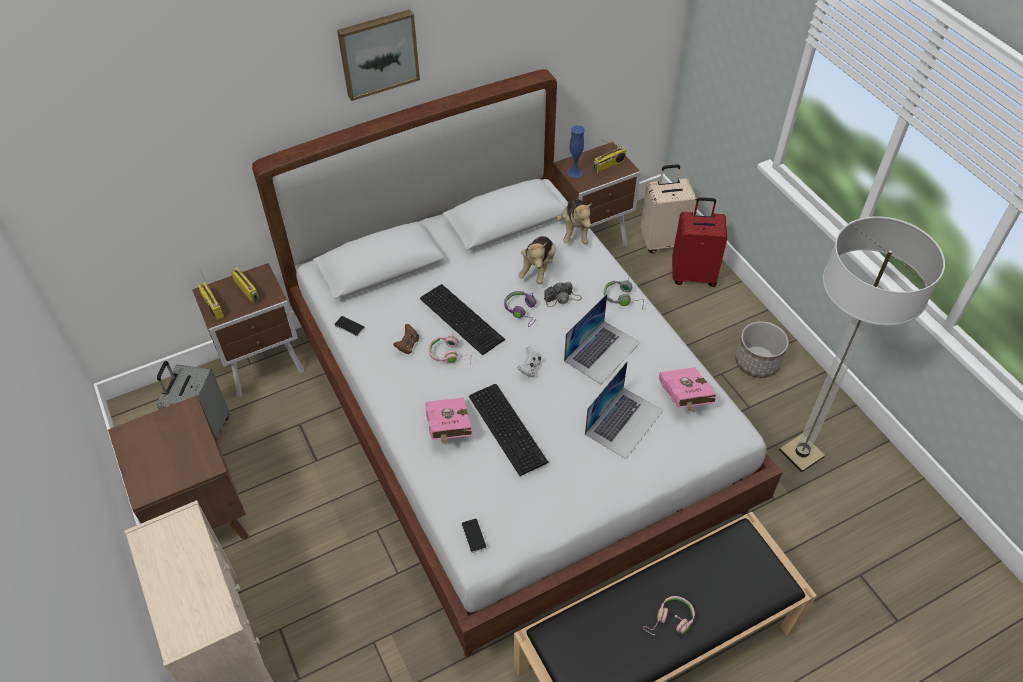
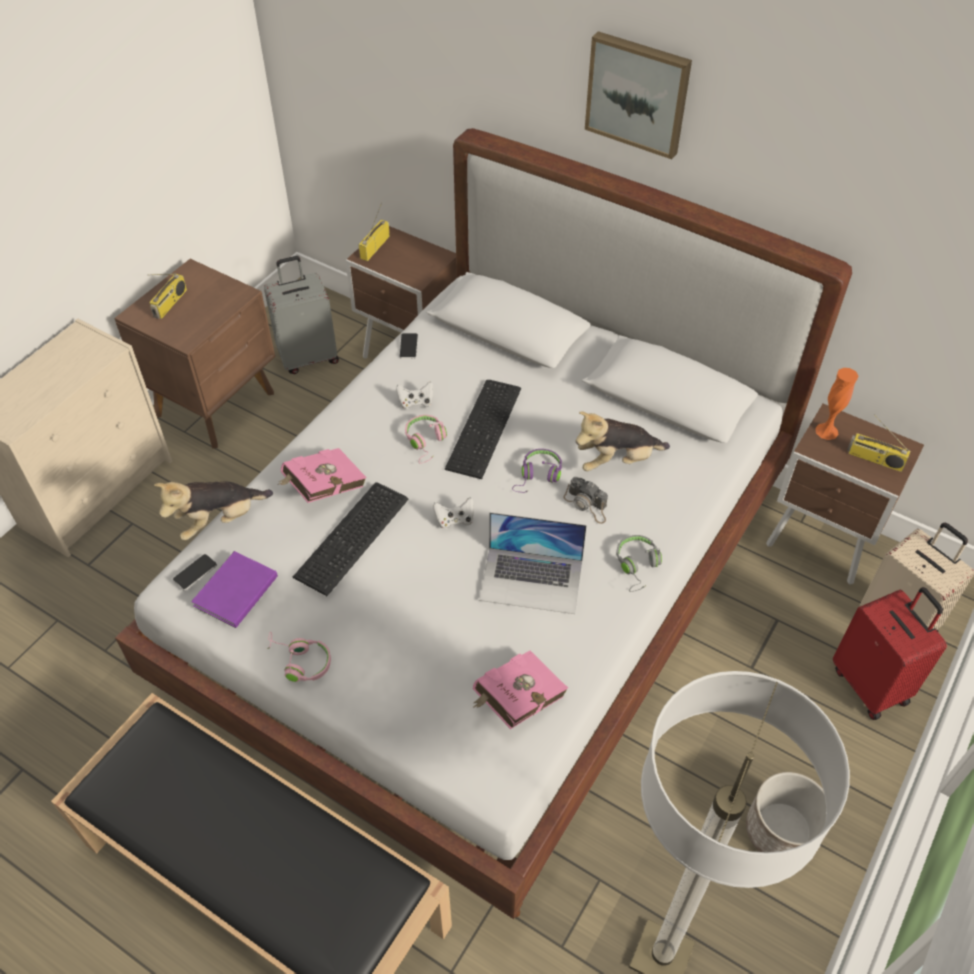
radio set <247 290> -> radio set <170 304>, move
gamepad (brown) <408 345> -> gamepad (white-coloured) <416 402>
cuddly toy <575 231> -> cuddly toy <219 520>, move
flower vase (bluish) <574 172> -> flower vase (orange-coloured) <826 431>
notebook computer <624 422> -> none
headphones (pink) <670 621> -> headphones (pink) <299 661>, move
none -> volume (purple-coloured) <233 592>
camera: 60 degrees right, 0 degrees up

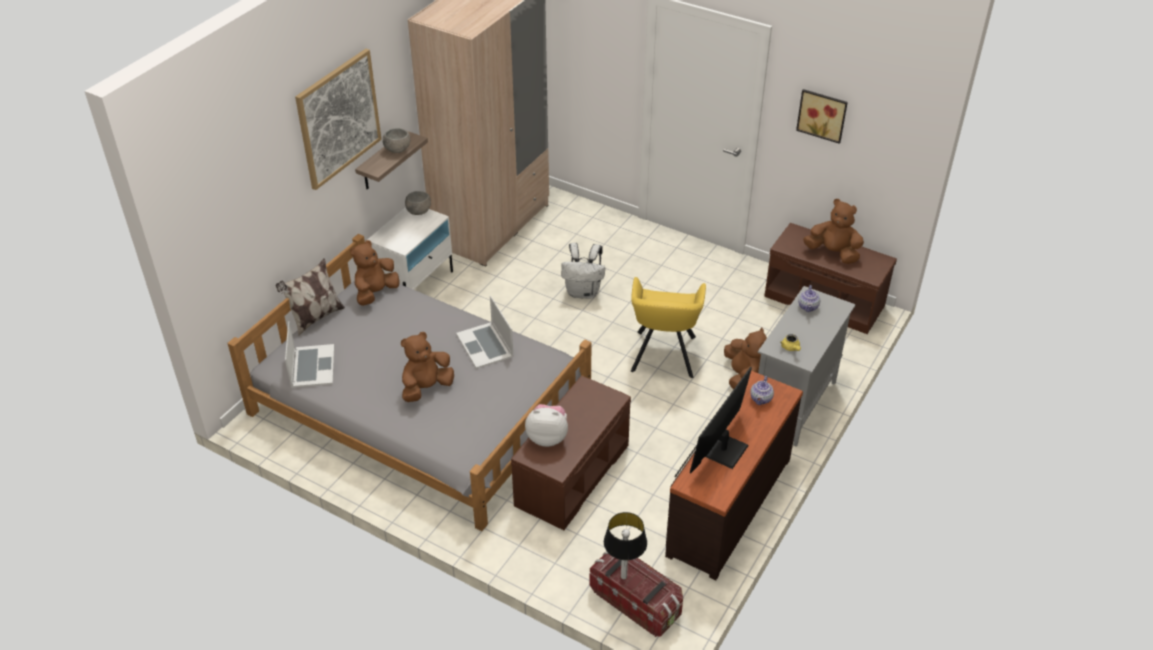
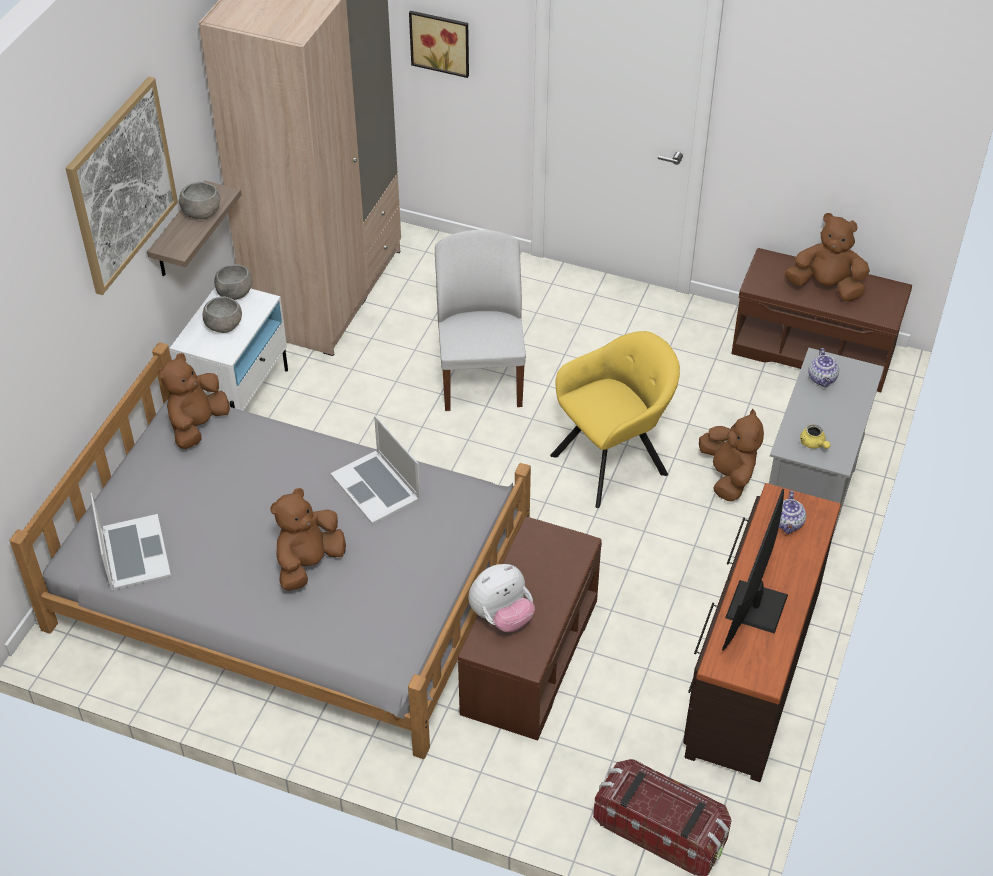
pillow <315 318> -> none
cuddly toy <547 437> -> cuddly toy <501 617>, 150 degrees clockwise
backpack (white-coloured) <583 292> -> plain chair (white-coloured) <481 378>
tabletop lamp <624 576> -> none
easy chair (yellow-coloured) <663 356> -> easy chair (yellow-coloured) <614 462>, 120 degrees counterclockwise
wall picture <822 114> -> wall picture <441 42>, move
none -> serving bowl (grey) <223 326>
camera: 10 degrees left, 5 degrees up

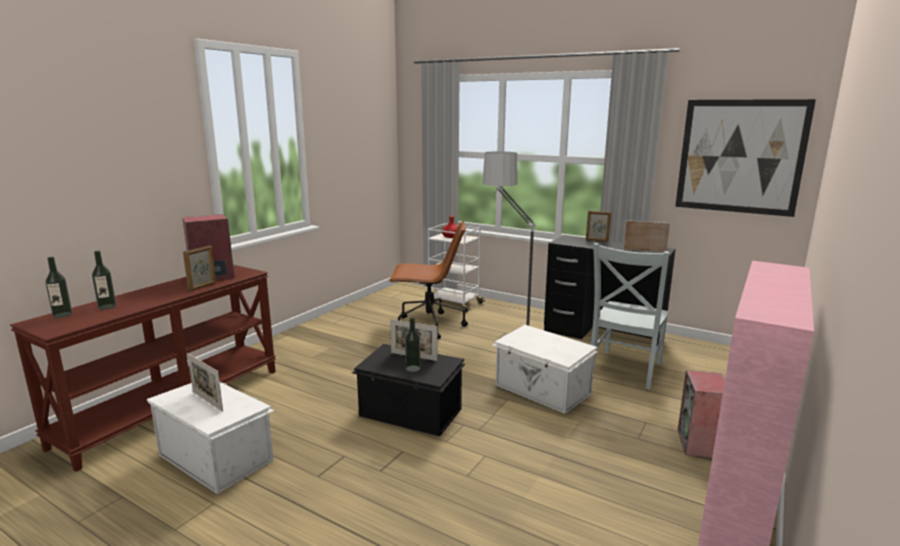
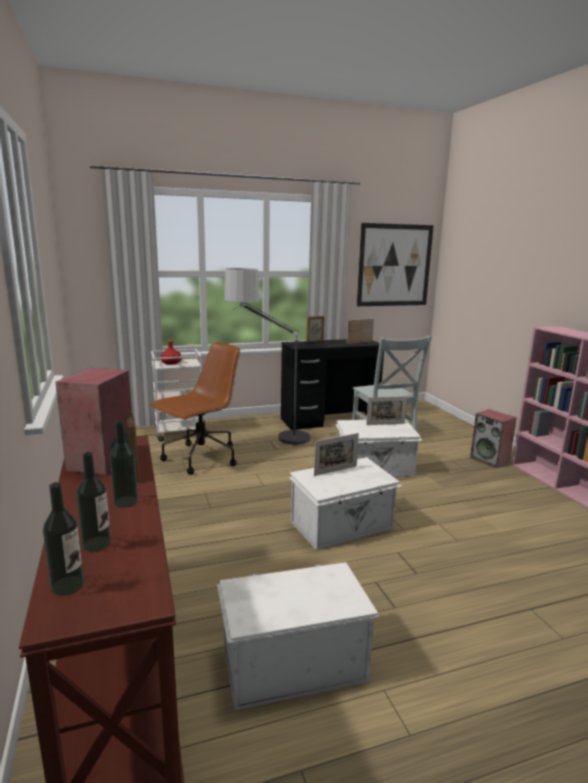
picture frame <207 401> -> picture frame <385 424>, move
storage container (black) <410 413> -> storage container (white-coloured) <343 526>
beverage bottle <413 368> -> beverage bottle <126 501>, move
camera: 50 degrees left, 0 degrees up

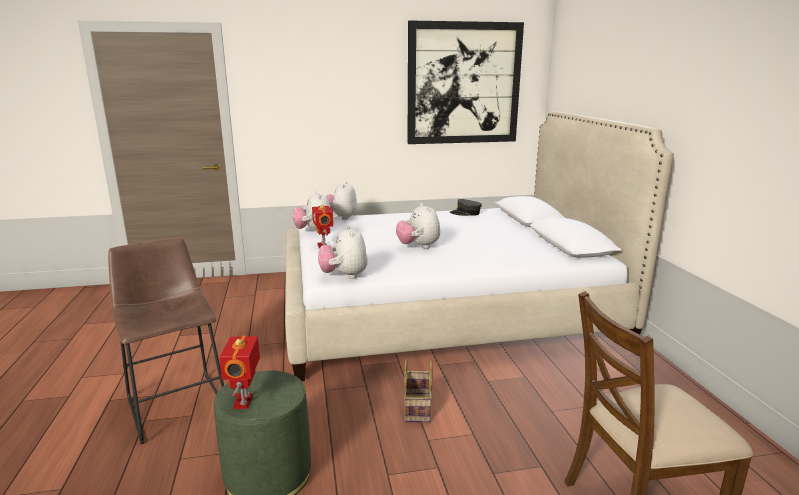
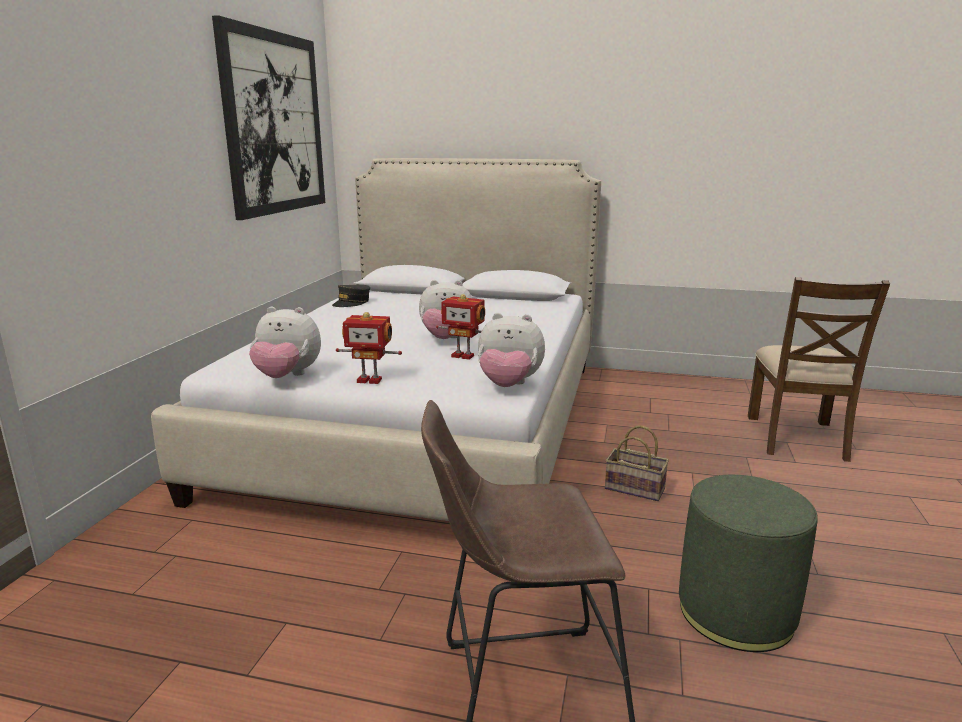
robot figure <245 402> -> robot figure <463 356>, move
cuddly toy <340 218> -> none
camera: 65 degrees left, 0 degrees up

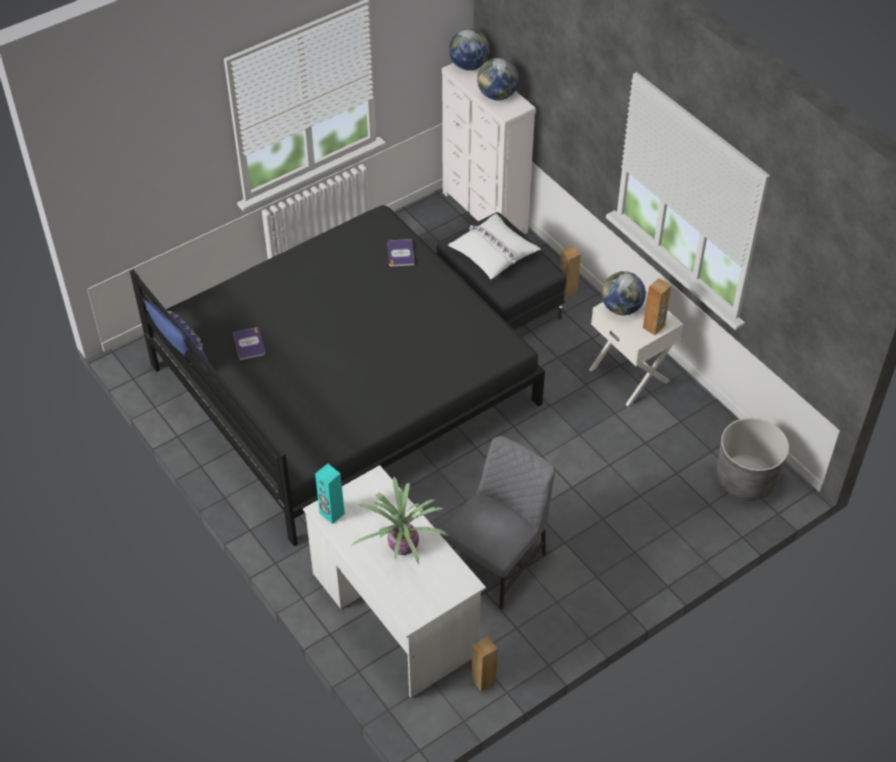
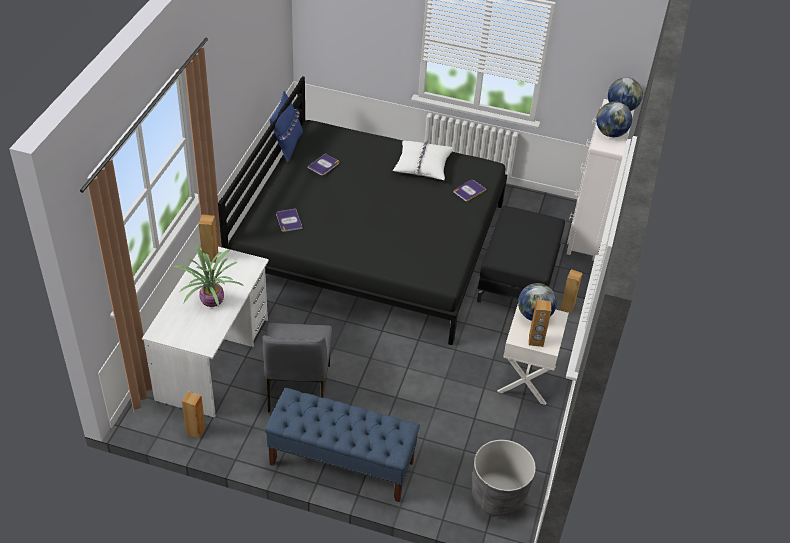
audio speaker (turquoise) <331 514> -> audio speaker (brown) <210 257>
plain chair (grey) <497 561> -> plain chair (grey) <297 389>, 90 degrees clockwise
pillow (white-coloured) <493 252> -> pillow (white-coloured) <422 165>, move
none -> long seat (bluish) <341 463>
none -> volume <289 220>
camera: 50 degrees right, 5 degrees down

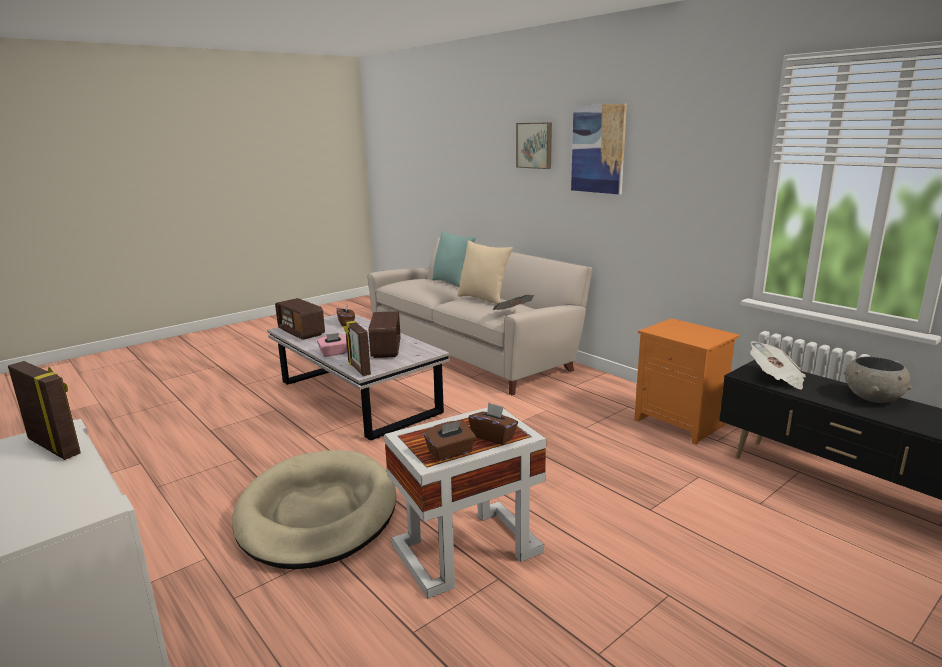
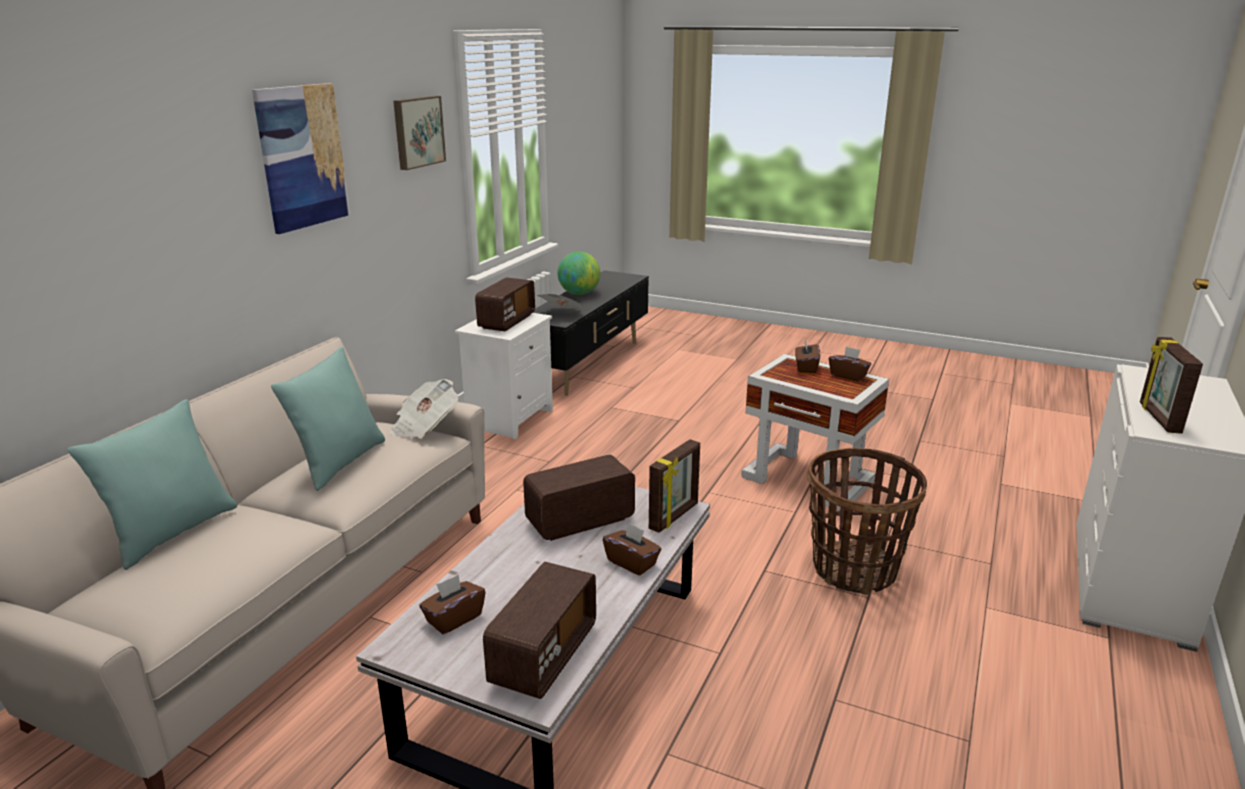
pet bed (sand-coloured) <317 513> -> basket <854 569>
tissue holder (pink) <334 353> -> tissue holder (brown) <632 562>
pillow (sand-coloured) <483 299> -> pillow (turquoise) <339 462>
wall picture <535 145> -> wall picture <417 132>, move
nightstand (orange-coloured) <681 423> -> nightstand (white-coloured) <509 418>
serving bowl (grey) <872 398> -> globe <579 293>
none -> radio set <507 321>
camera: 115 degrees left, 5 degrees up

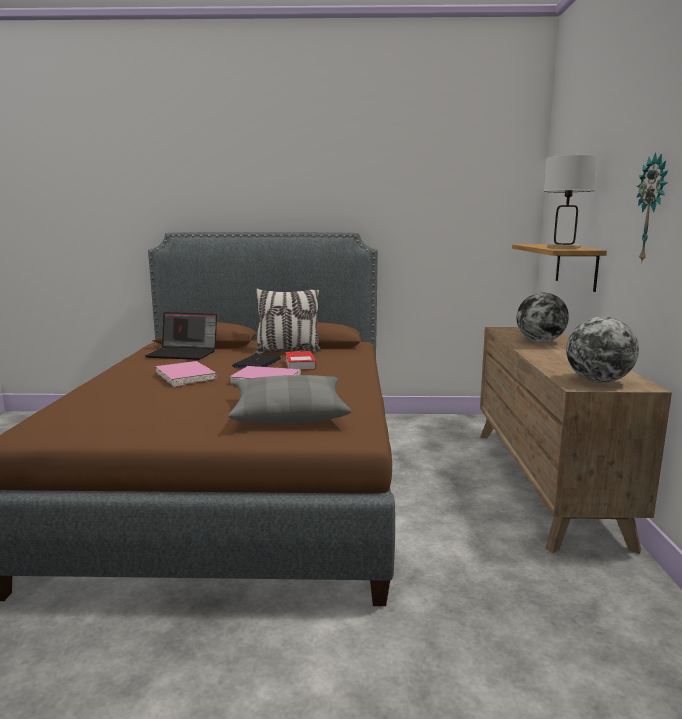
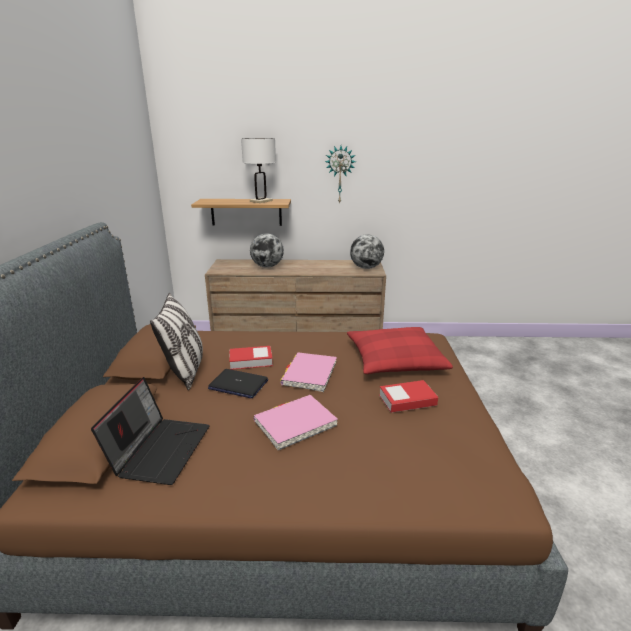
pillow (grey) <289 412> -> pillow (red) <395 360>
none -> volume <407 400>
camera: 90 degrees left, 10 degrees up

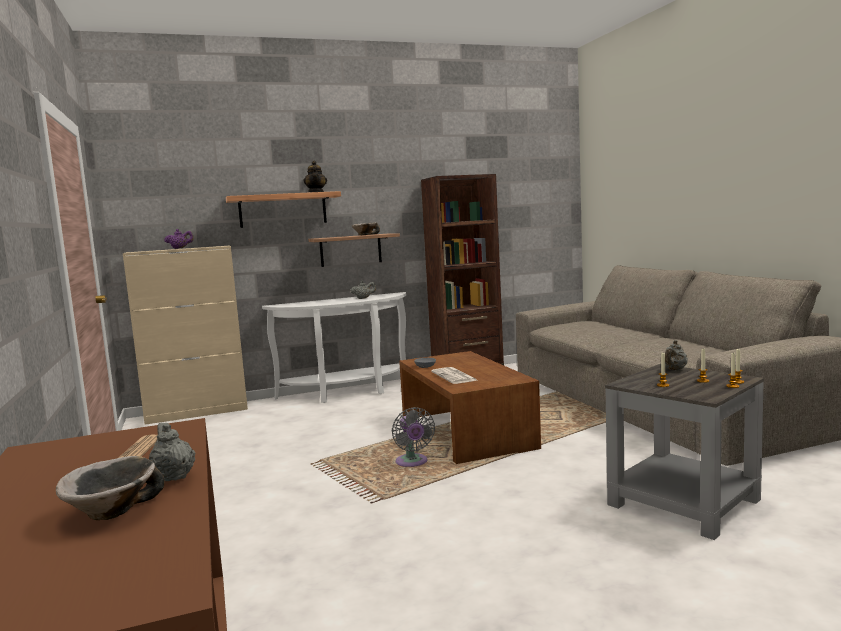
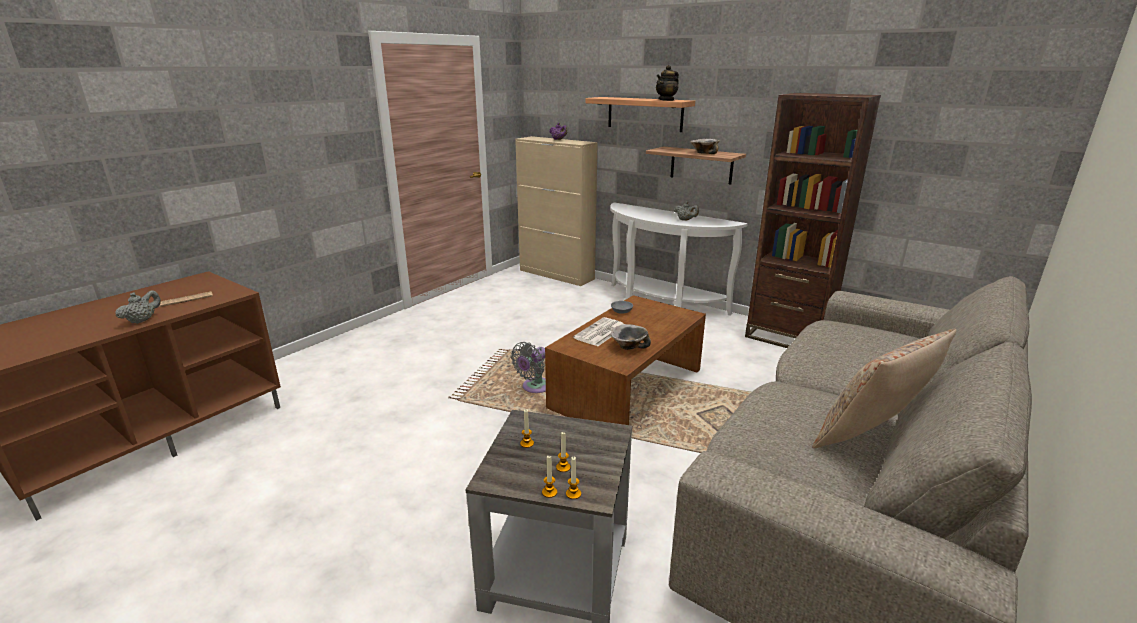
serving bowl <112 512> -> serving bowl <628 346>, move
pot for tea (grey) <674 370> -> none
none -> pillow (sand-coloured) <870 438>
camera: 55 degrees right, 15 degrees up

